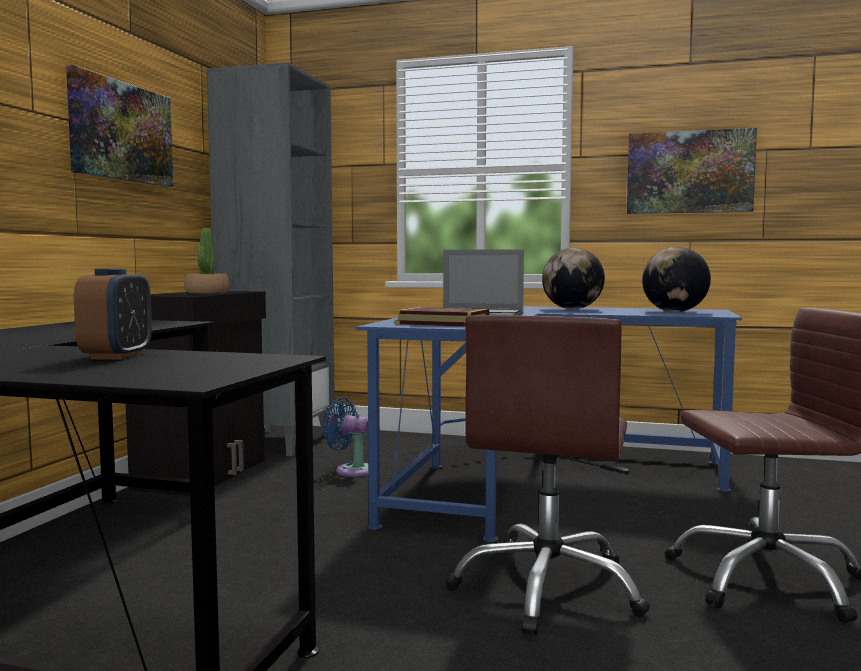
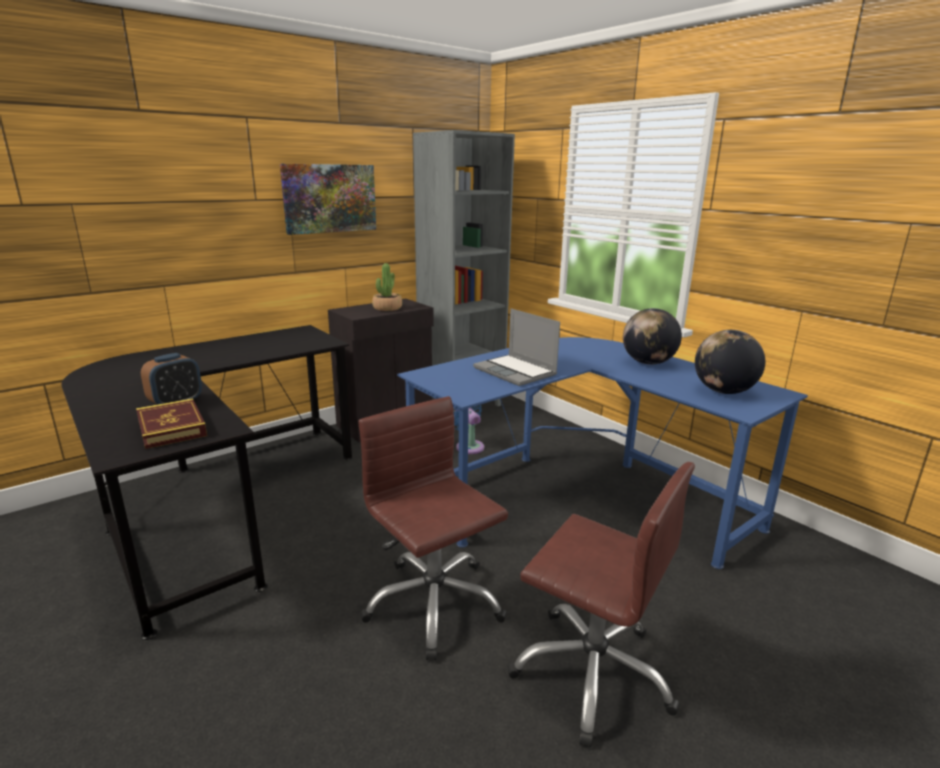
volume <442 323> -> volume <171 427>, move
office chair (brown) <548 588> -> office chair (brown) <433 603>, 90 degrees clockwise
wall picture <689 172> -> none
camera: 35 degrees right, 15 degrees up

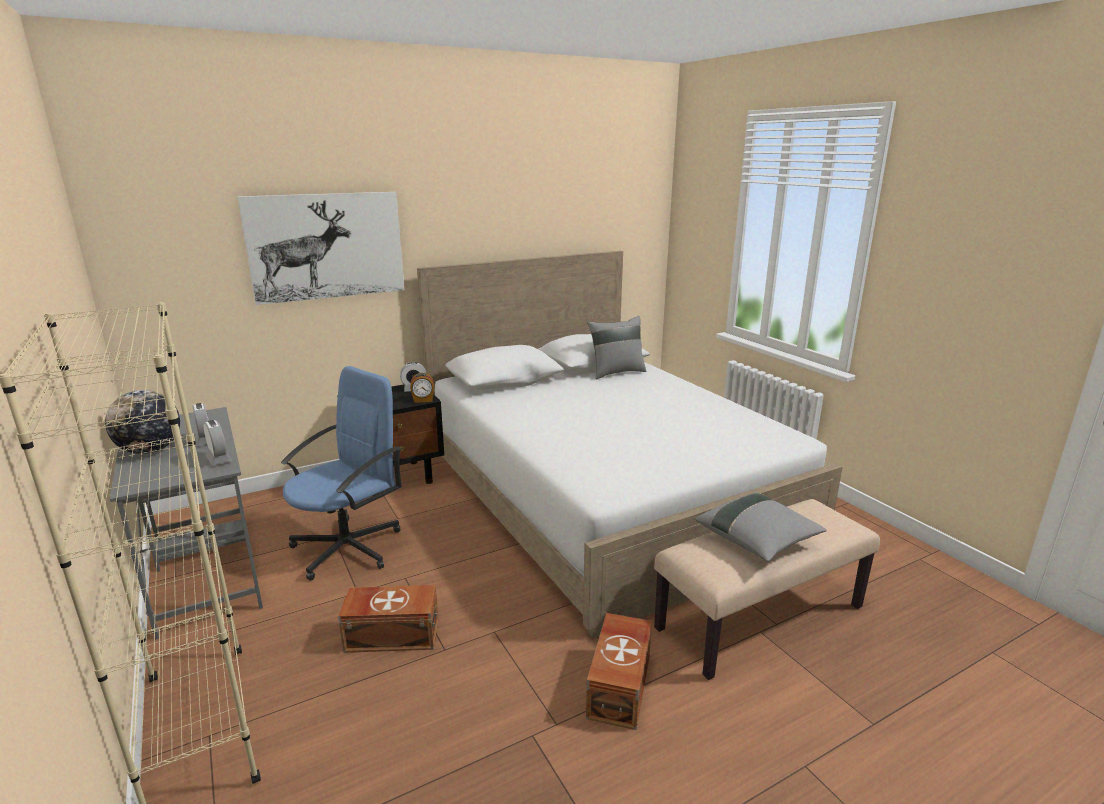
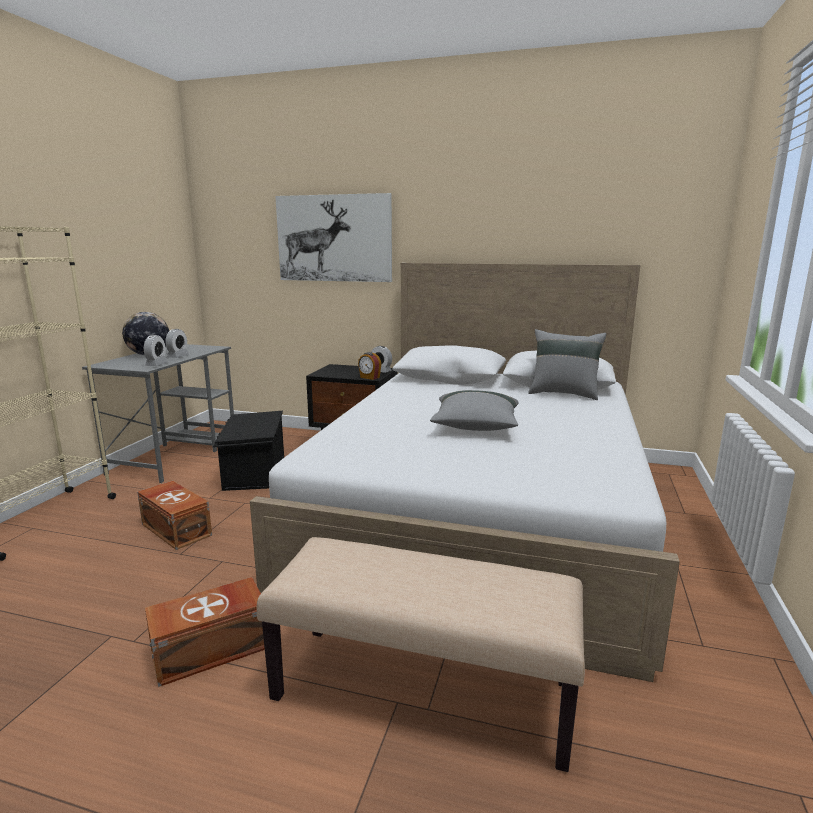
office chair (bluish) <349 547> -> storage container (black) <253 472>
pillow (grey) <757 541> -> pillow (grey) <475 427>, move
camera: 45 degrees right, 5 degrees down

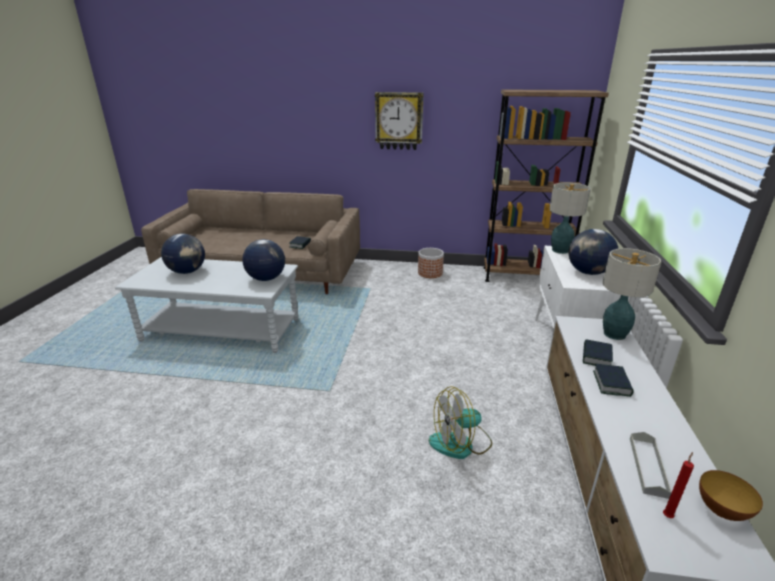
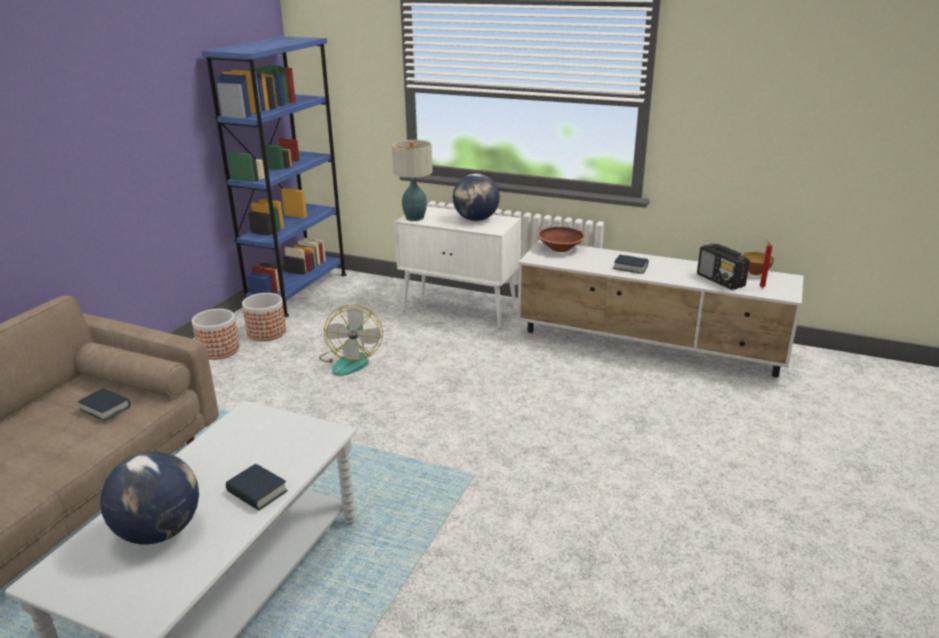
globe <266 278> -> none
hanging clock <399 121> -> none
fan <460 443> -> fan <351 361>, move
bookcase (brown) <524 276> -> bookcase (bluish) <298 291>
volume <596 357> -> volume <257 492>, move
tabletop lamp <614 334> -> serving bowl (brown) <560 248>
carrying tray (grey) <648 466> -> radio set <720 281>
none -> planter <267 332>
camera: 75 degrees left, 0 degrees up

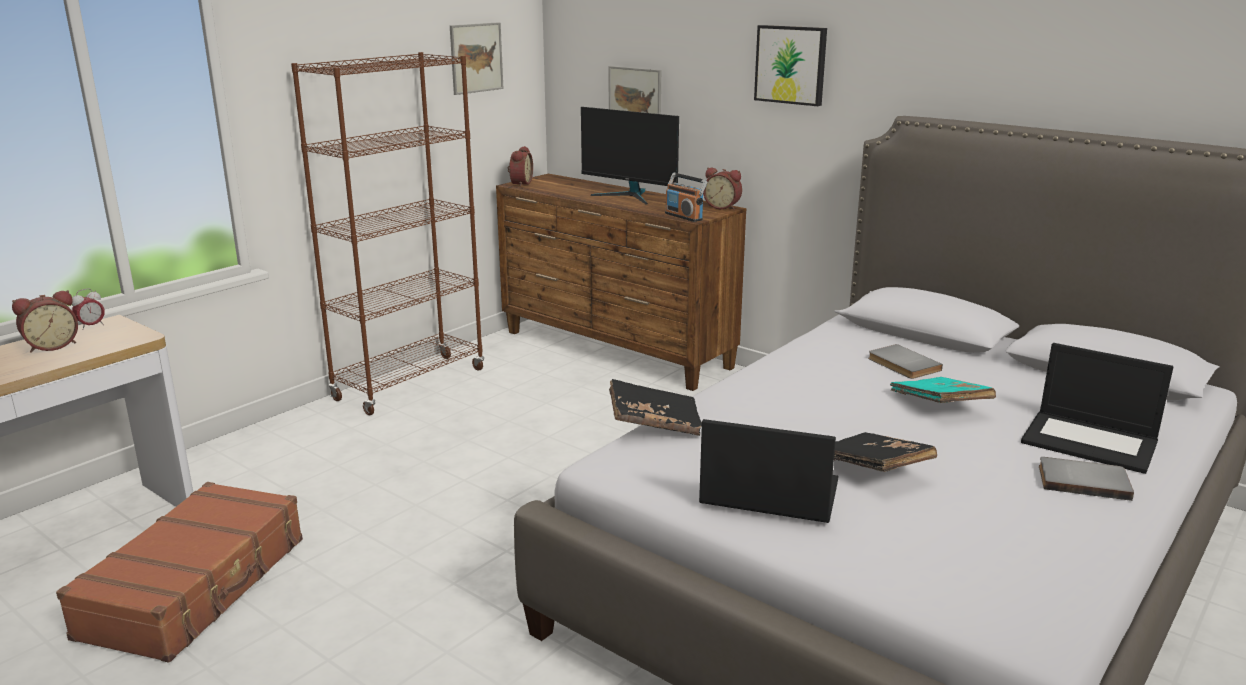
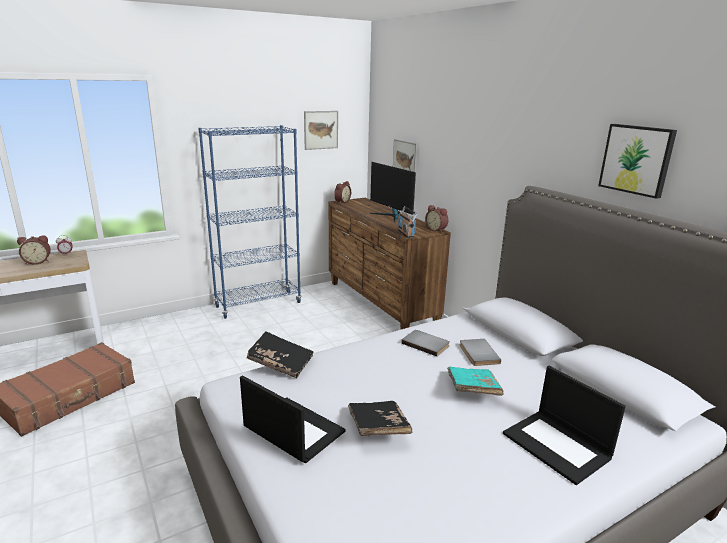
bookcase (brown) <410 384> -> bookcase (bluish) <258 304>
wall picture <791 65> -> wall picture <637 159>, move
volume (grey) <1083 480> -> volume (grey) <426 344>, move
camera: 20 degrees right, 0 degrees up

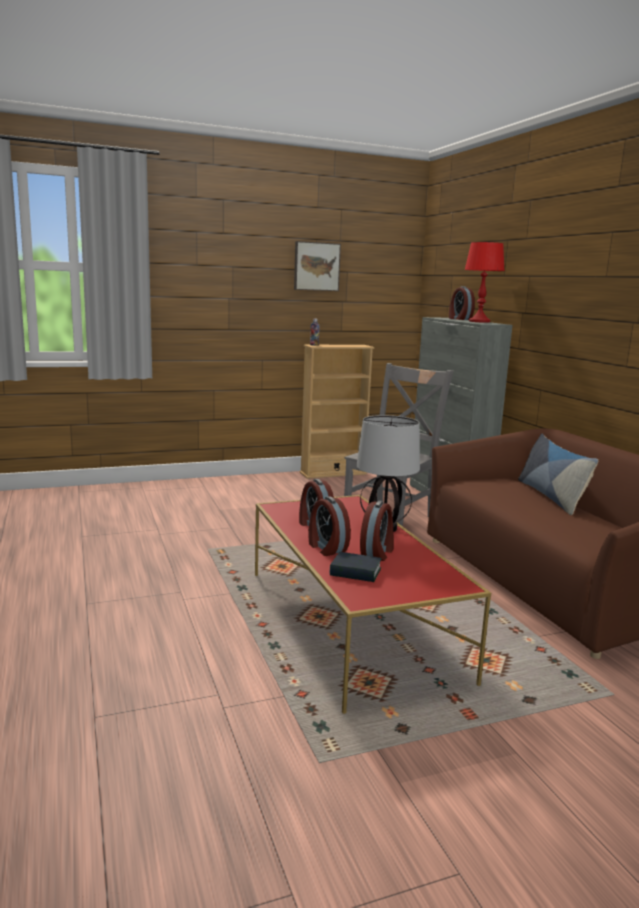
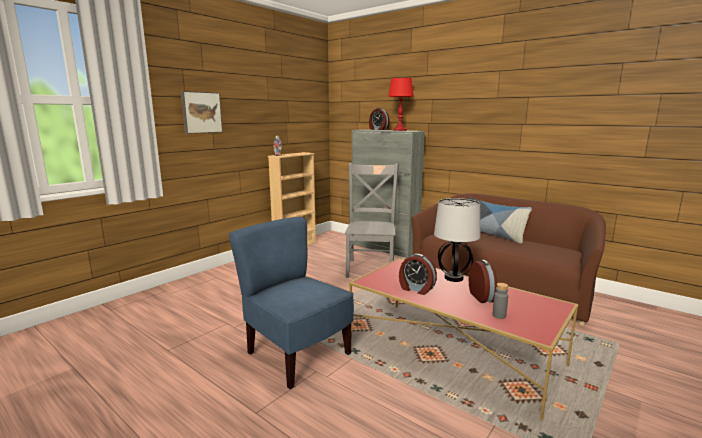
wall picture <316 266> -> wall picture <201 112>, move
alarm clock <326 548> -> none
volume <355 572> -> beverage bottle (grey) <499 315>
none -> plain chair (bluish) <297 355>
camera: 30 degrees left, 0 degrees up

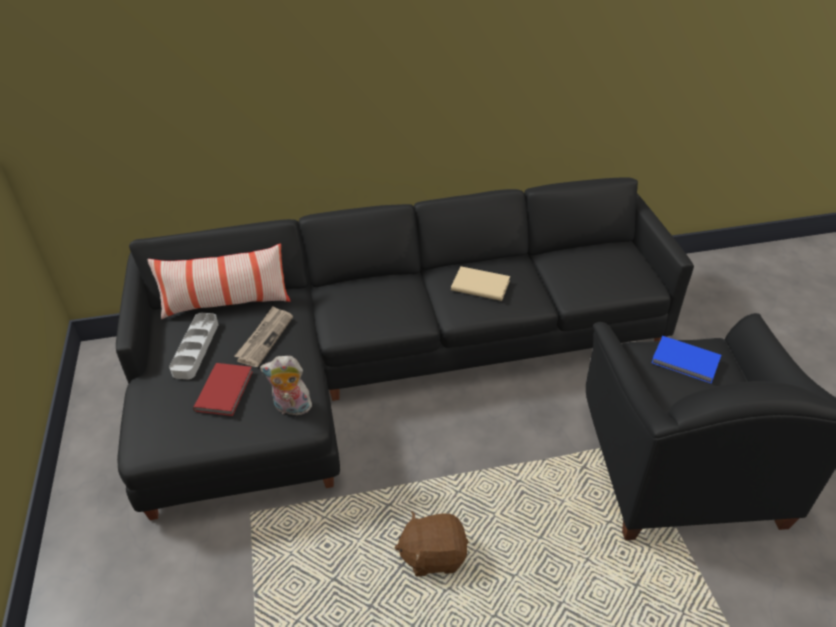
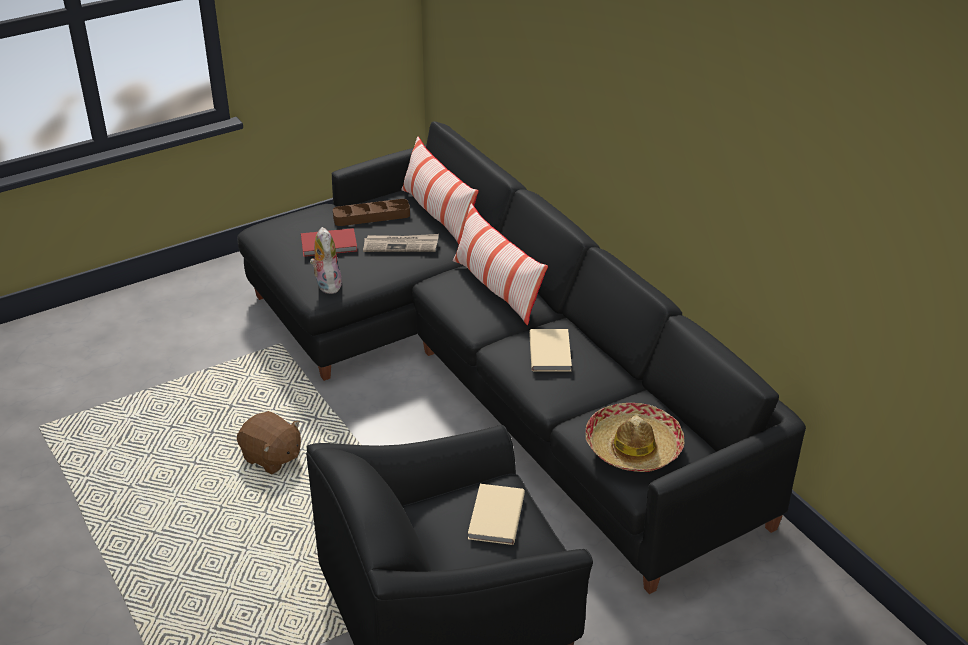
carrying tray (grey) <196 348> -> carrying tray (brown) <371 216>
cuddly toy (brown) <433 555> -> cuddly toy (brown) <271 457>, 150 degrees clockwise
volume (bluish) <686 362> -> volume (sand-coloured) <494 517>
none -> pillow <497 289>
none -> hat <633 447>
camera: 70 degrees right, 5 degrees down

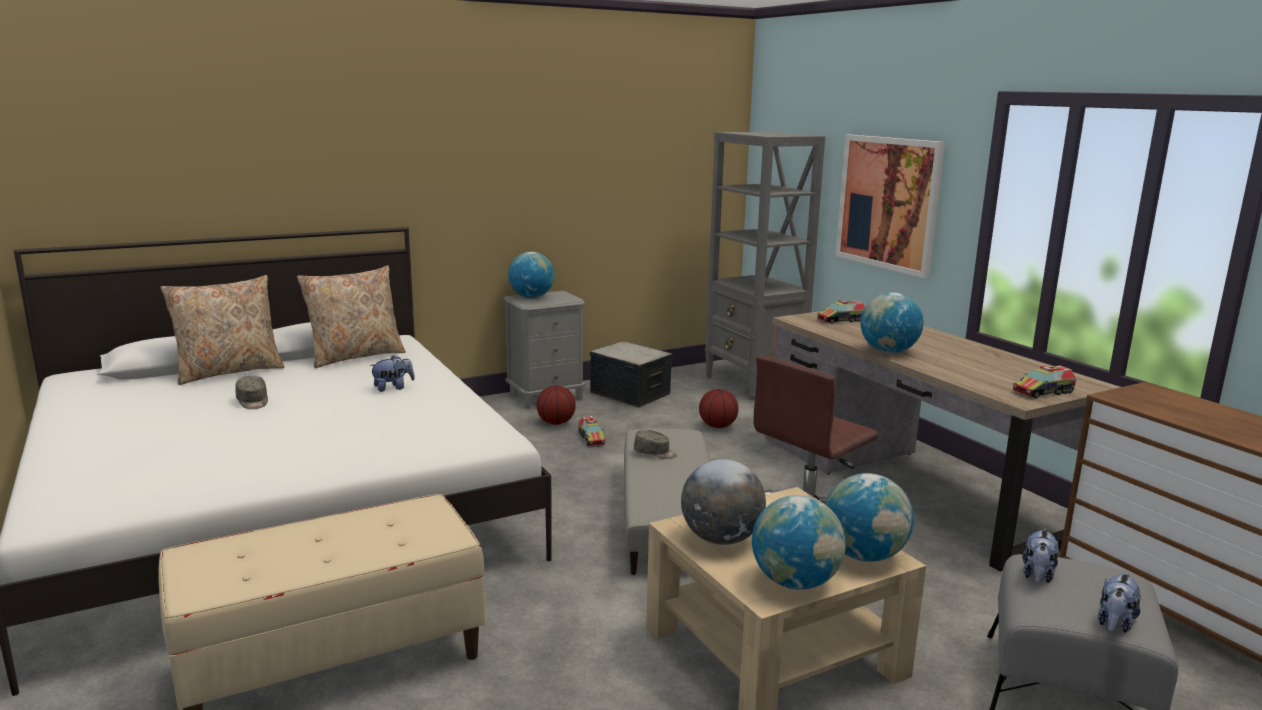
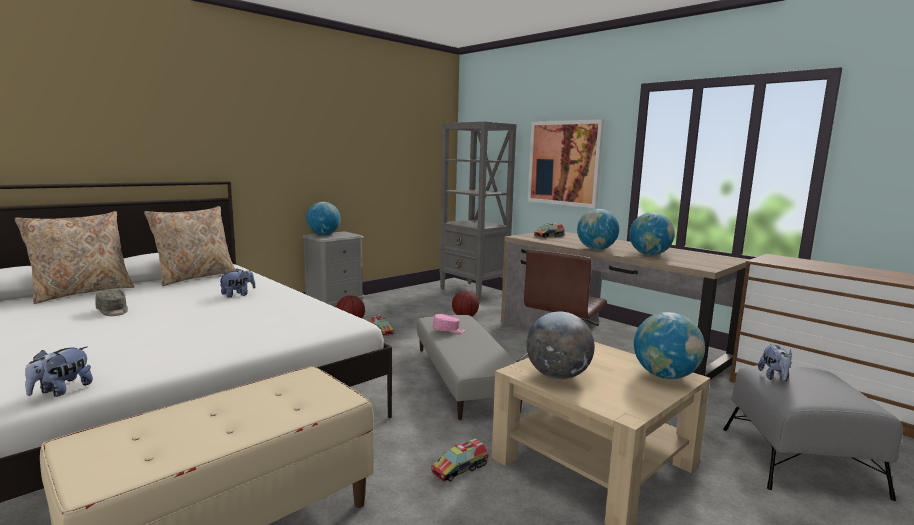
storage container <630 394> -> none
peaked cap (grey) <655 453> -> peaked cap (pink) <448 330>
globe <795 582> -> globe <649 254>, move
toy lorry <1043 392> -> toy lorry <460 468>, move
cuddly toy <1114 623> -> cuddly toy <61 391>, move
camera: 15 degrees left, 5 degrees down

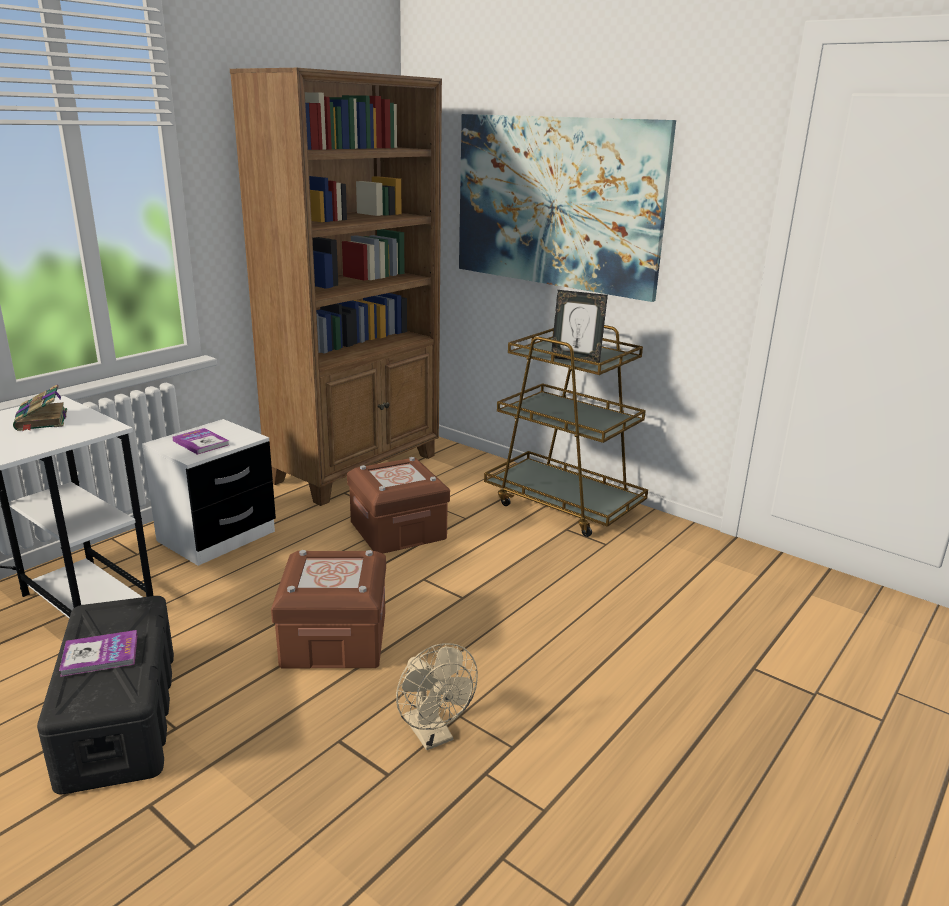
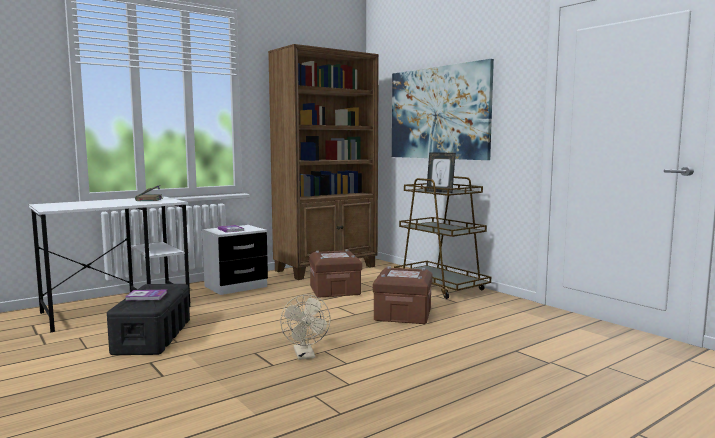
storage container (brown) <334 639> -> storage container (brown) <403 314>, move
camera: 15 degrees right, 15 degrees down

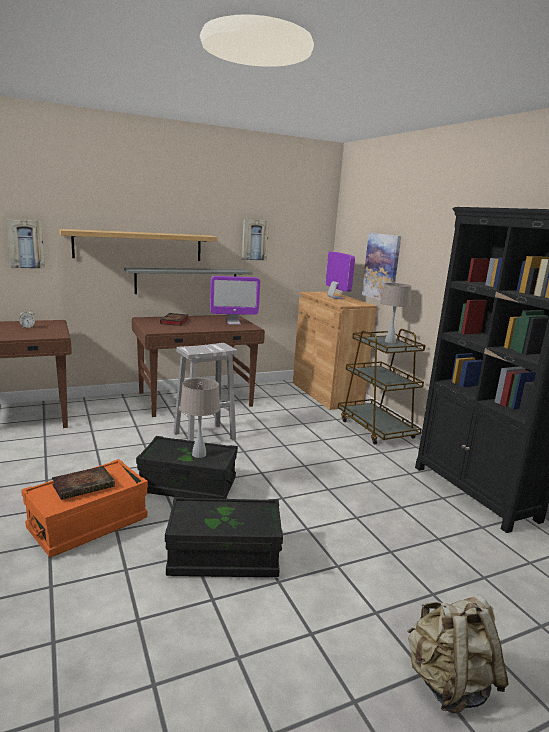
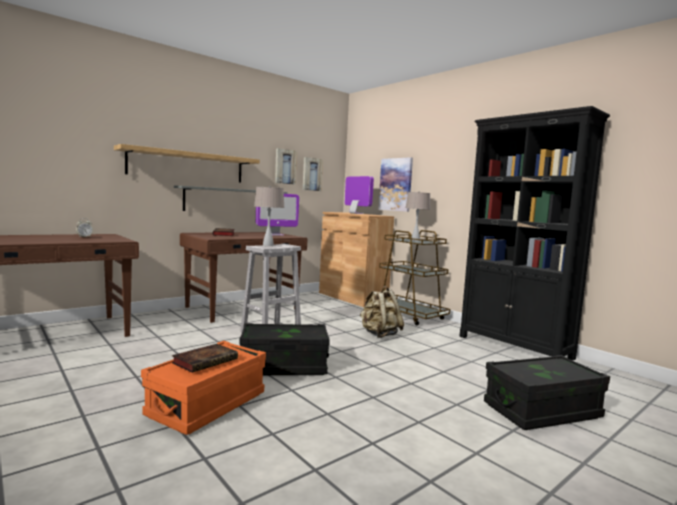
wall picture <26 244> -> wall picture <311 174>, move
storage container (black) <223 557> -> storage container (black) <542 411>, move
tabletop lamp (sand-coloured) <199 454> -> tabletop lamp (sand-coloured) <268 245>, move
backpack (sand-coloured) <448 683> -> backpack (sand-coloured) <379 334>, move
camera: 15 degrees left, 10 degrees down

